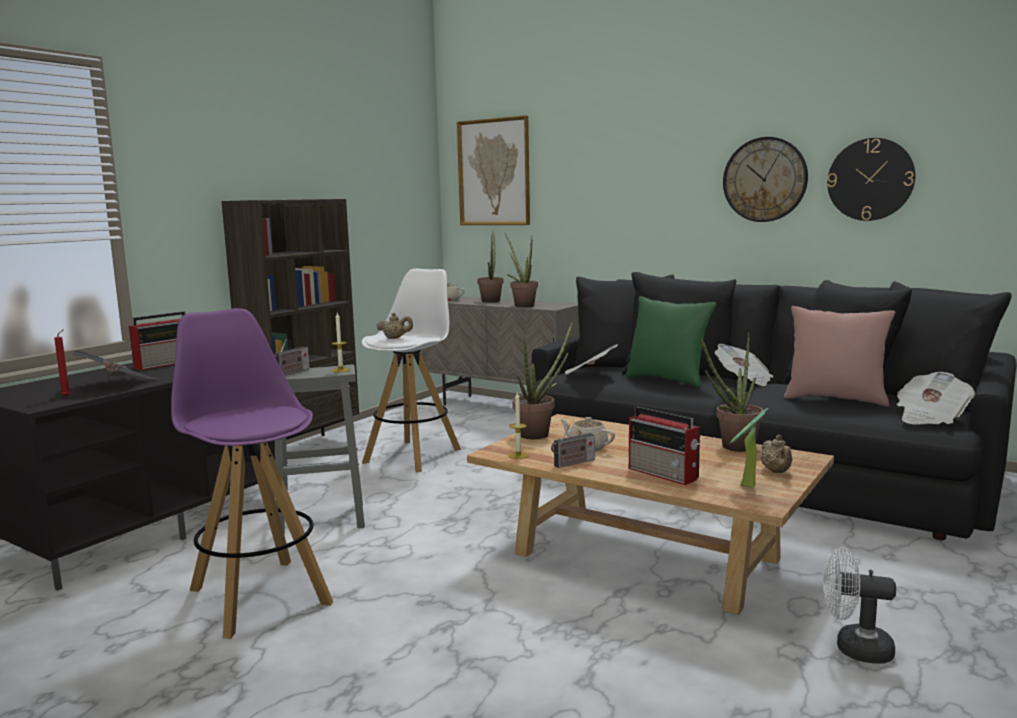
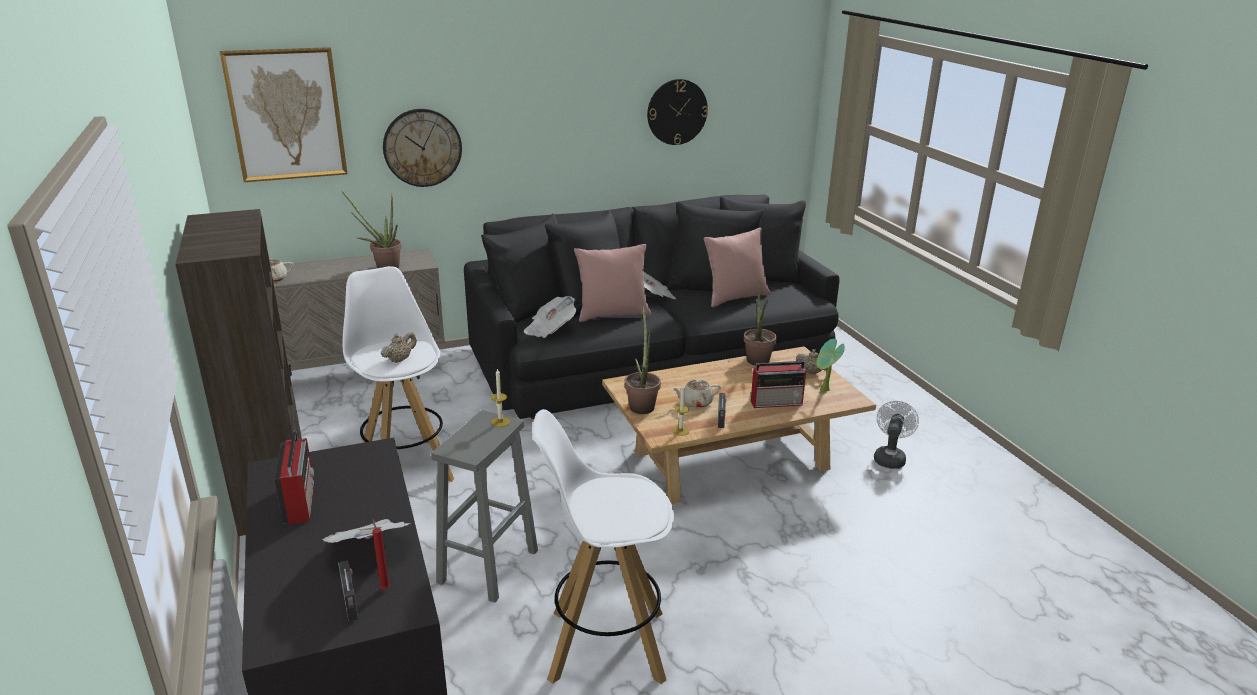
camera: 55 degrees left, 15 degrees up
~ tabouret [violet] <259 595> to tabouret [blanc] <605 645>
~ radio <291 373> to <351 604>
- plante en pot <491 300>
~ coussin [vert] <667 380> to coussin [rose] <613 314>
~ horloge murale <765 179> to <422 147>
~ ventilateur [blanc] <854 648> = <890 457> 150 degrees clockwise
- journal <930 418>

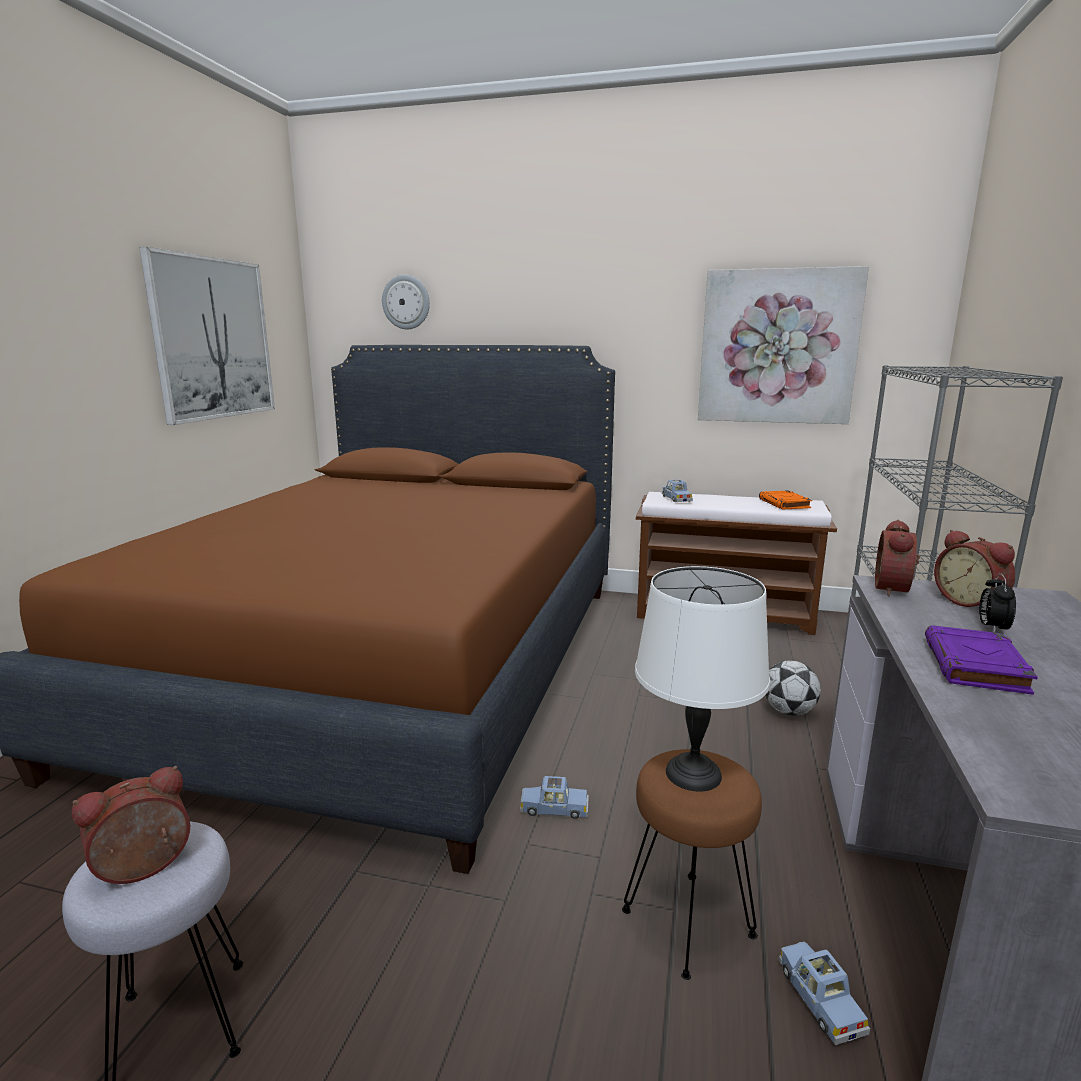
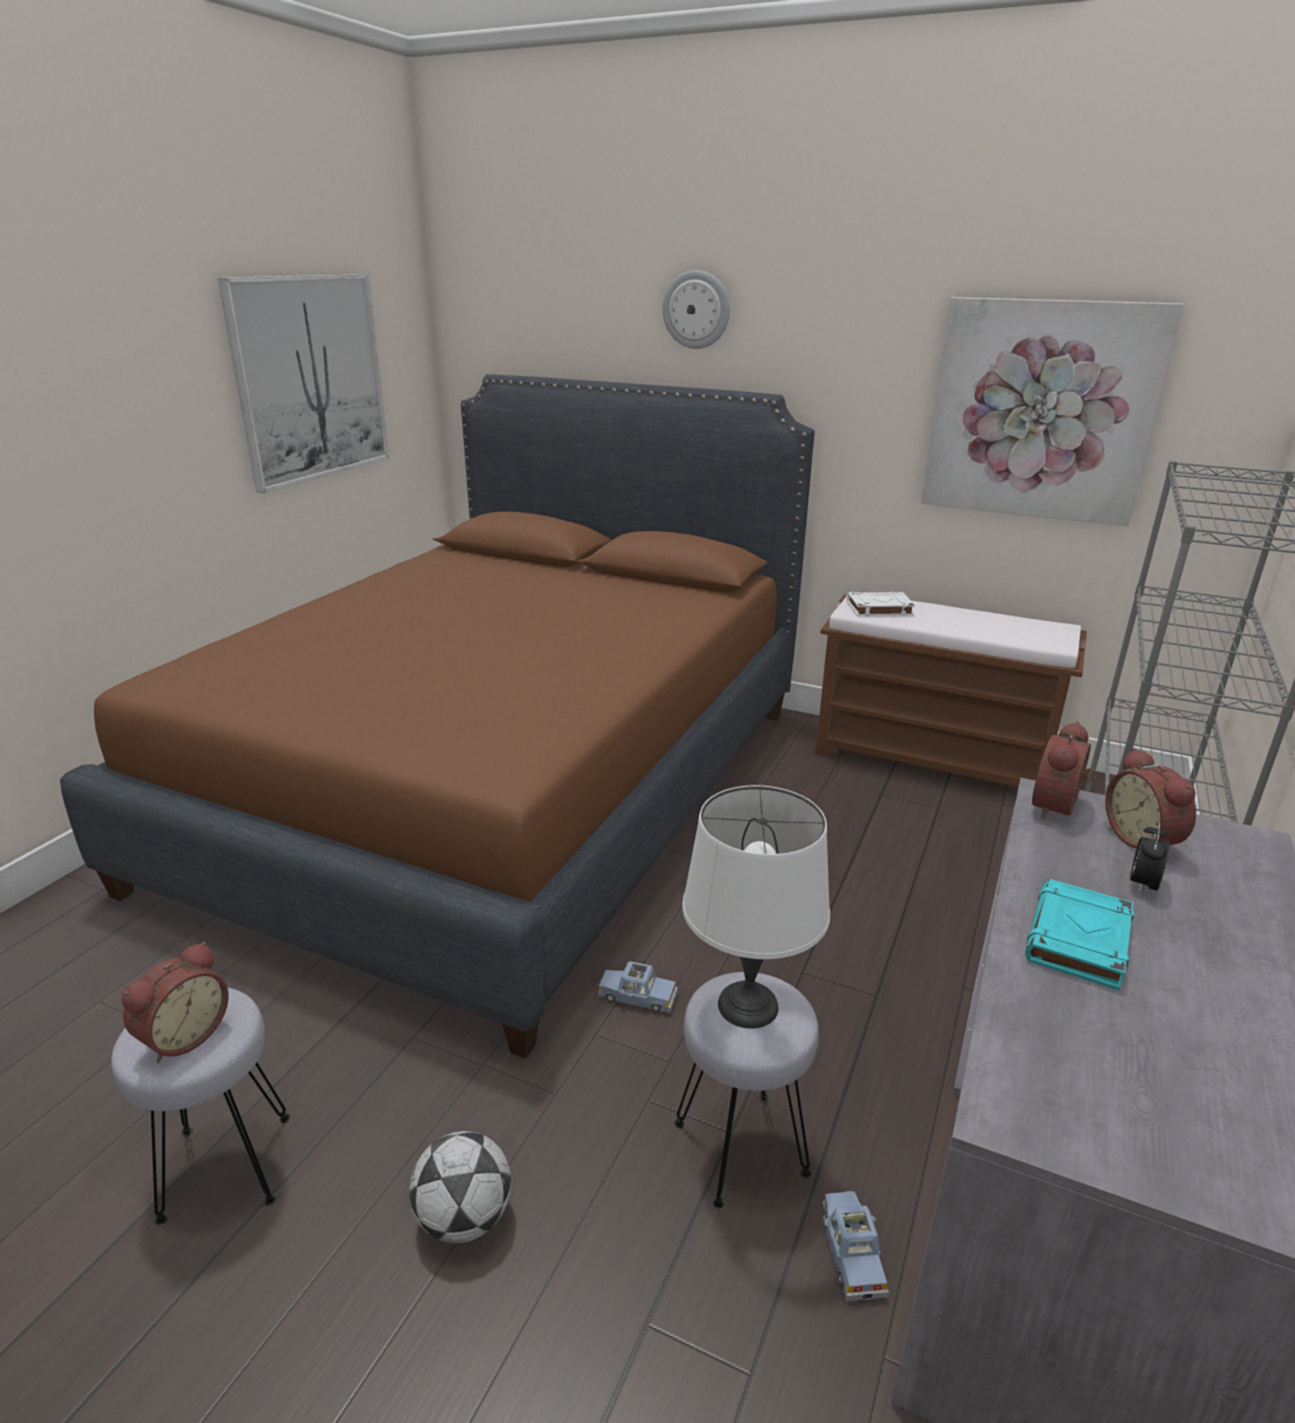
camera: 10 degrees right, 10 degrees up
~ réveil <144 869> = <183 1035> 150 degrees clockwise
~ horloge murale <406 302> to <696 310>
~ tabouret [marron] <687 921> to tabouret [gris] <740 1146>
~ petite voiture [bleu] <675 499> to livre [blanc] <878 609>
- livre [orange] <785 504>
~ ballon de foot <788 711> to <465 1218>
~ livre [violet] <975 666> to livre [turquoise] <1078 941>

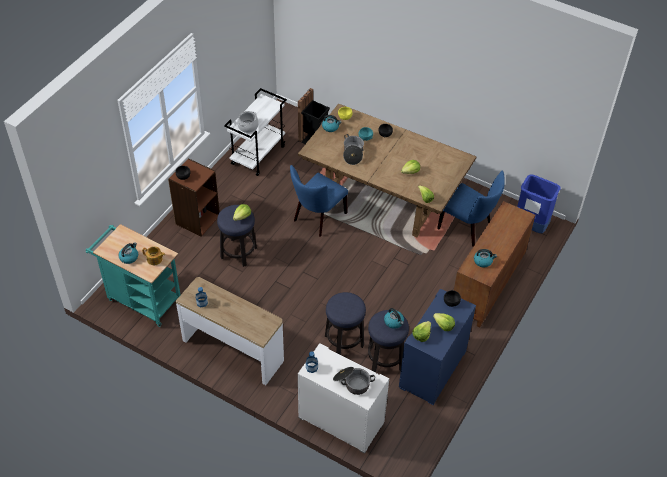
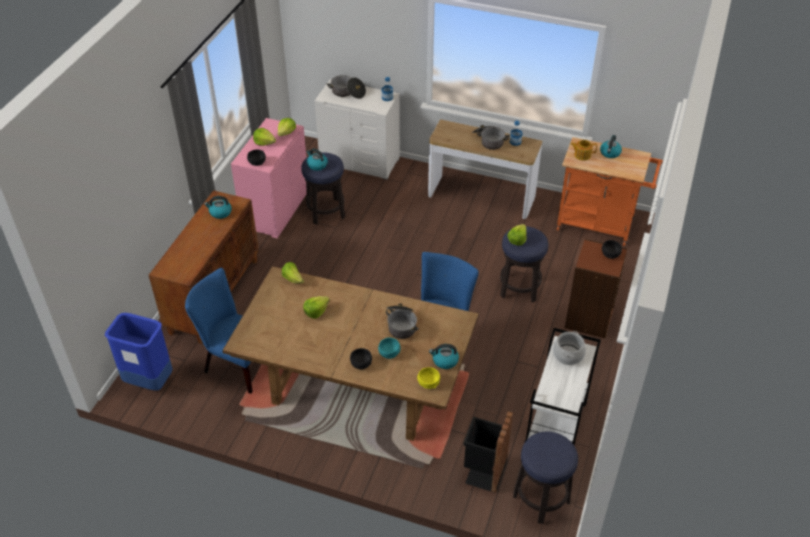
camera: 170 degrees right, 5 degrees down
~ chariot [turquoise] <141 299> to chariot [orange] <600 226>
~ tabouret <344 341> to <541 499>
~ commode [bleu] <433 370> to commode [rose] <275 209>
+ marmite <488 141>

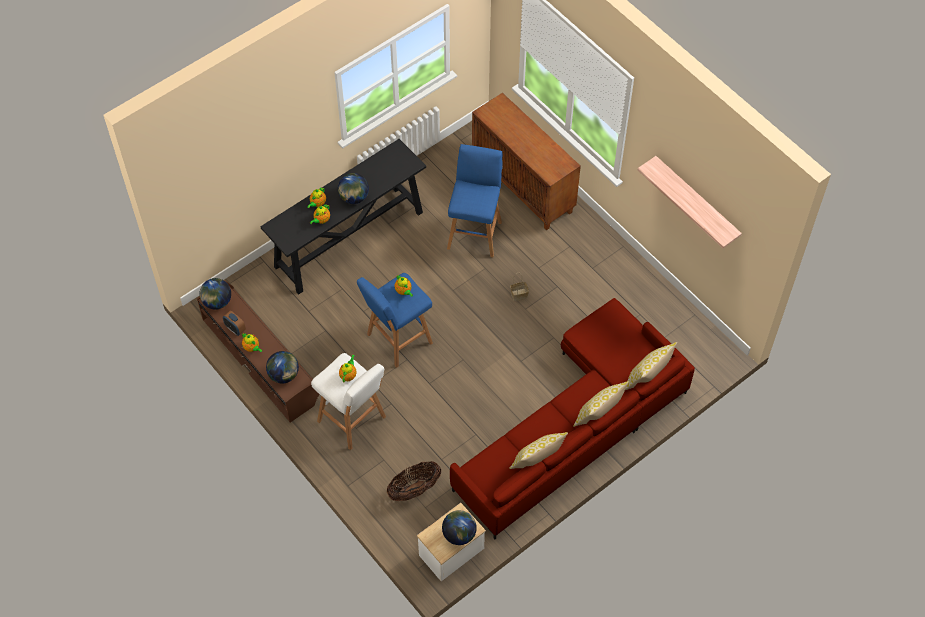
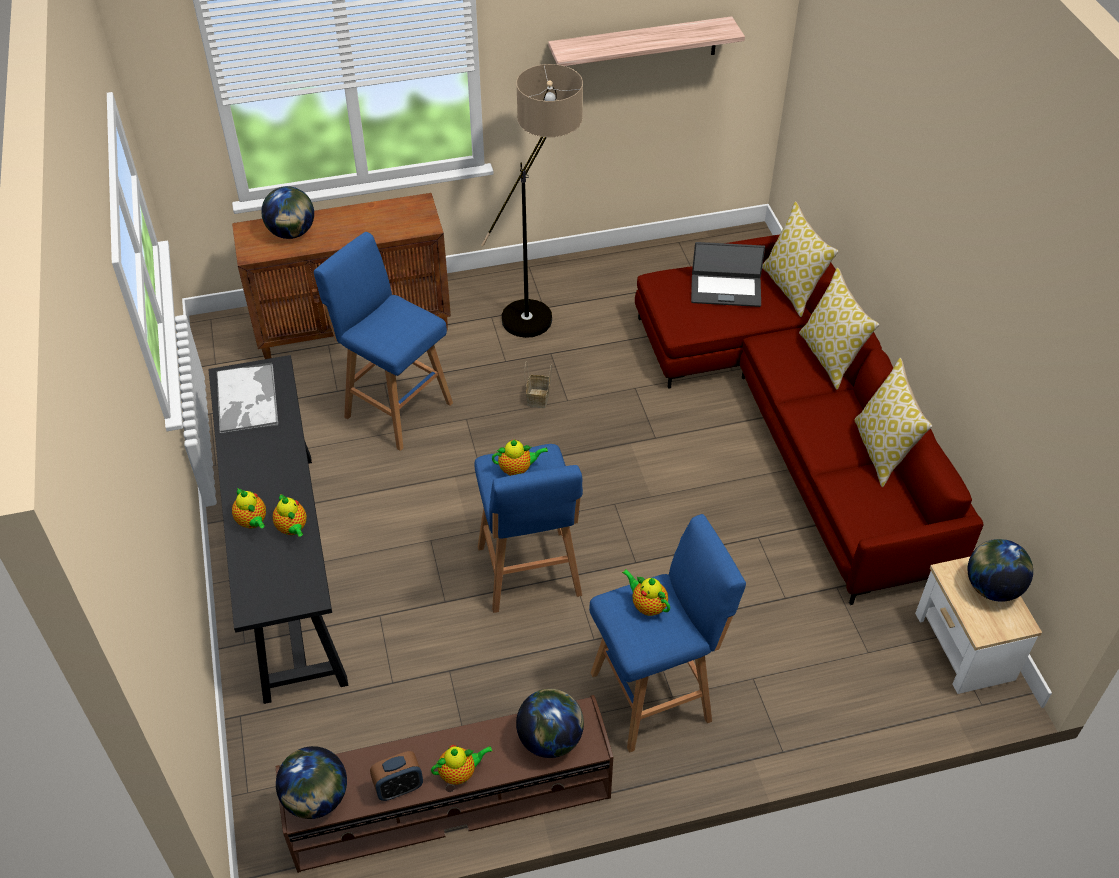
camera: 65 degrees left, 10 degrees down
~ tabouret [blanc] <353 421> to tabouret [bleu] <655 695>
~ globe <354 197> to <292 233>
- panier <414 489>
+ plateau <247 400>
+ lampadaire <540 309>
+ ordinateur portable <725 290>

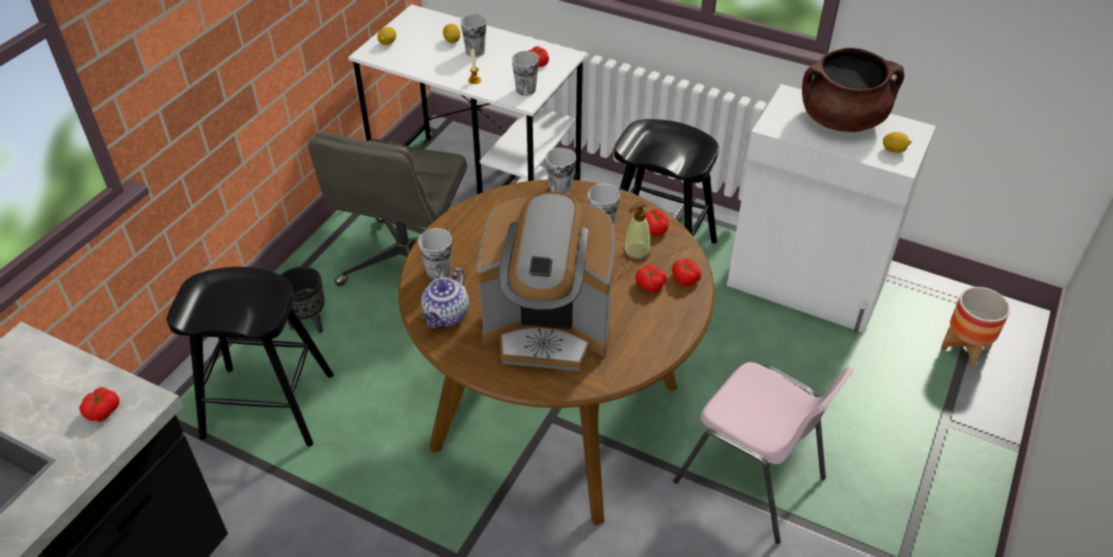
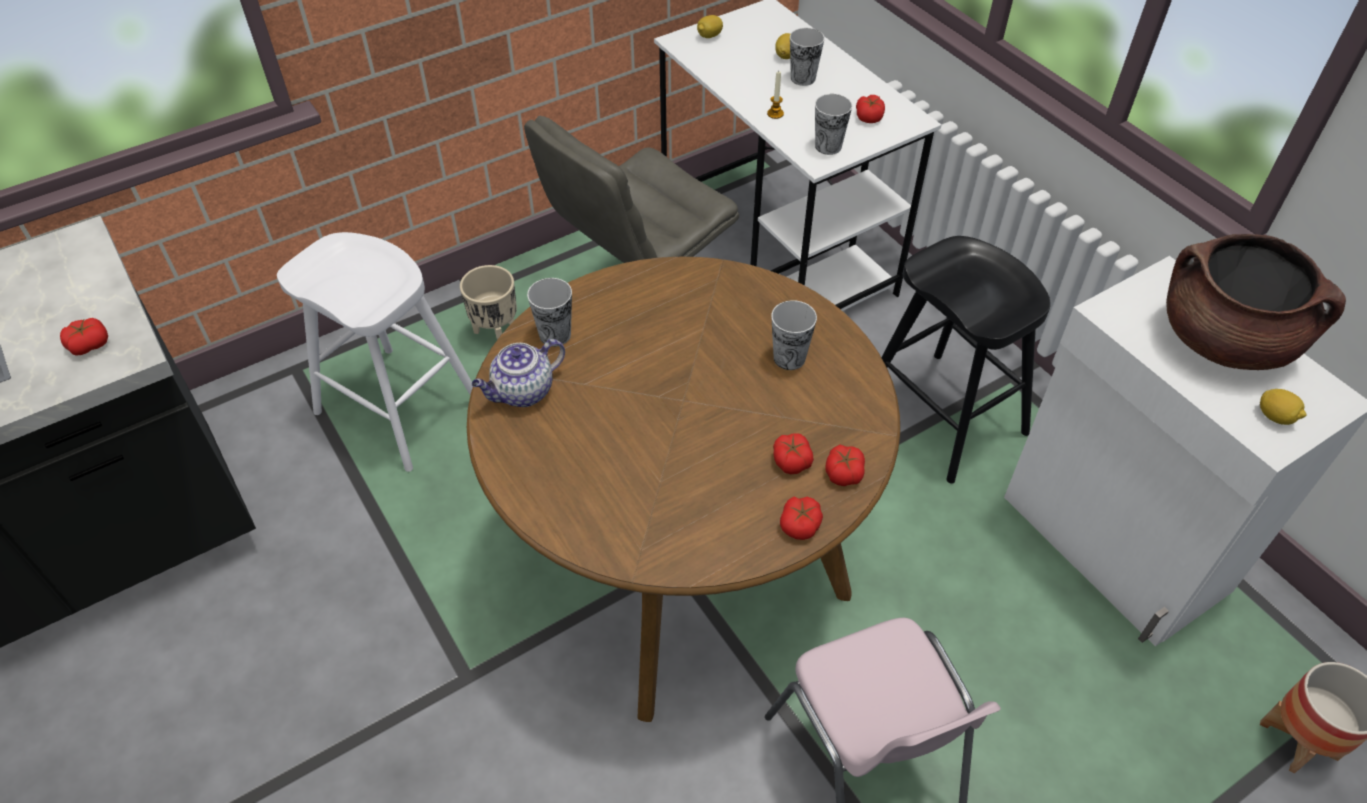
camera: 30 degrees right, 5 degrees up
~ tabouret [noir] <268 405> to tabouret [blanc] <398 407>
~ cache-pot [noir] <308 323> to cache-pot [beige] <495 334>
- machine à café <548 329>
- tasse <560 189>
- distributeur de savon <636 252>
~ tomate <655 228> to <800 525>

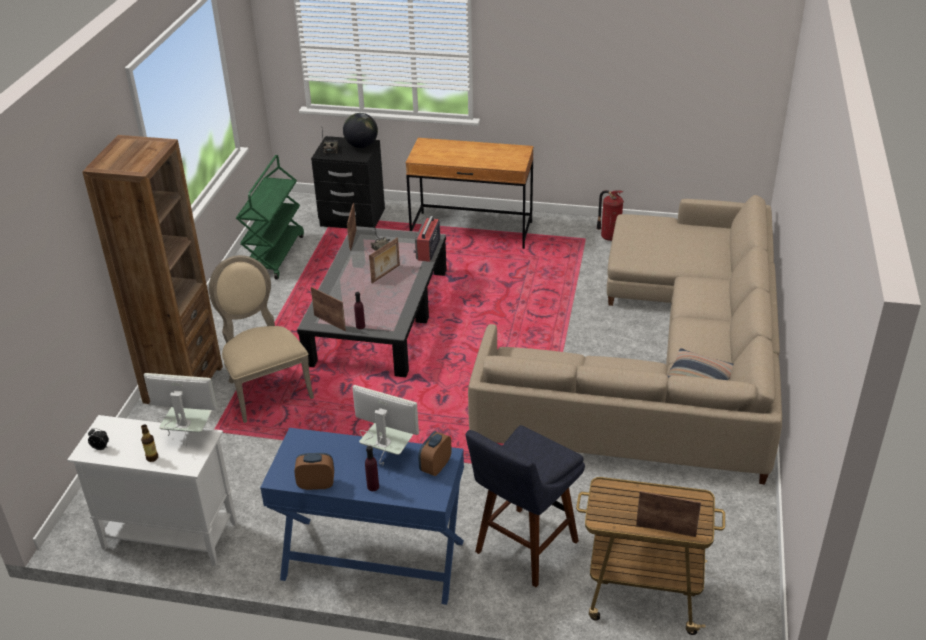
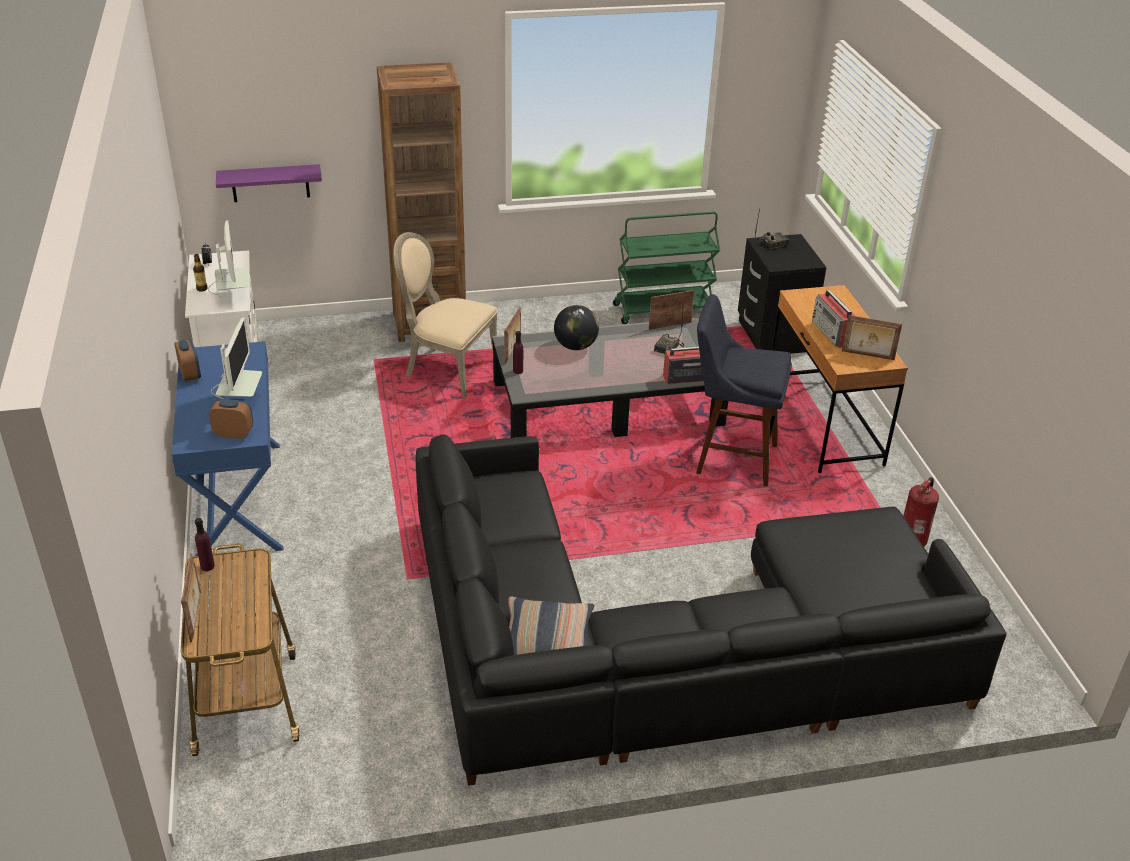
camera: 65 degrees right, 0 degrees up
~ chaise [beige] <265 389> = <447 369> 105 degrees counterclockwise
~ globe <361 146> to <575 346>
~ bouteille [violet] <373 487> to <207 566>
~ cadre photo <386 274> to <867 355>
~ tabouret [bleu] <522 550> to <730 458>
~ canapé [beige] <665 362> to canapé [noir] <665 647>
+ étagère [violet] <270 183>
+ radio <832 333>

